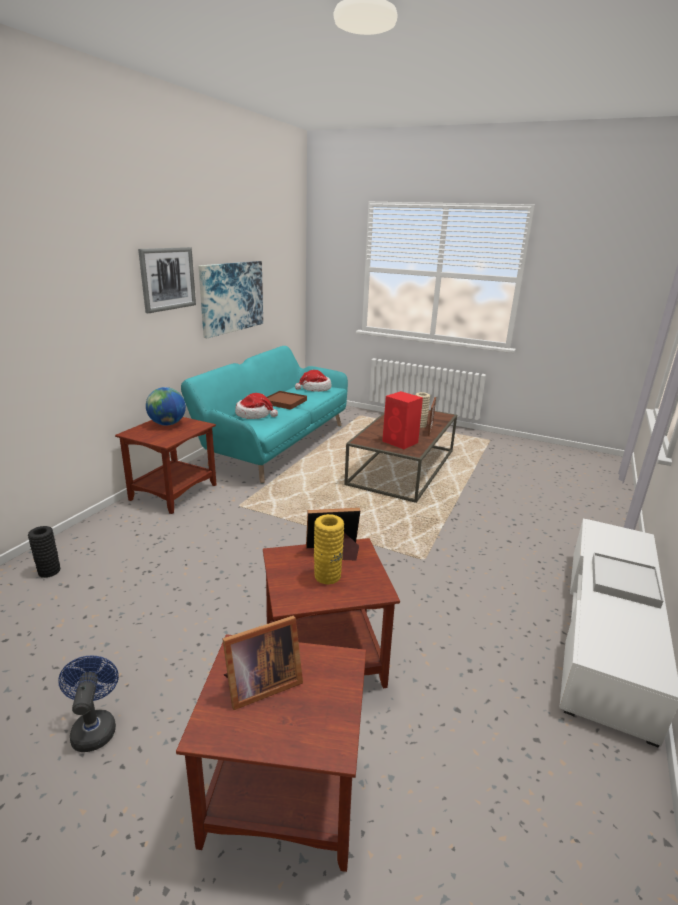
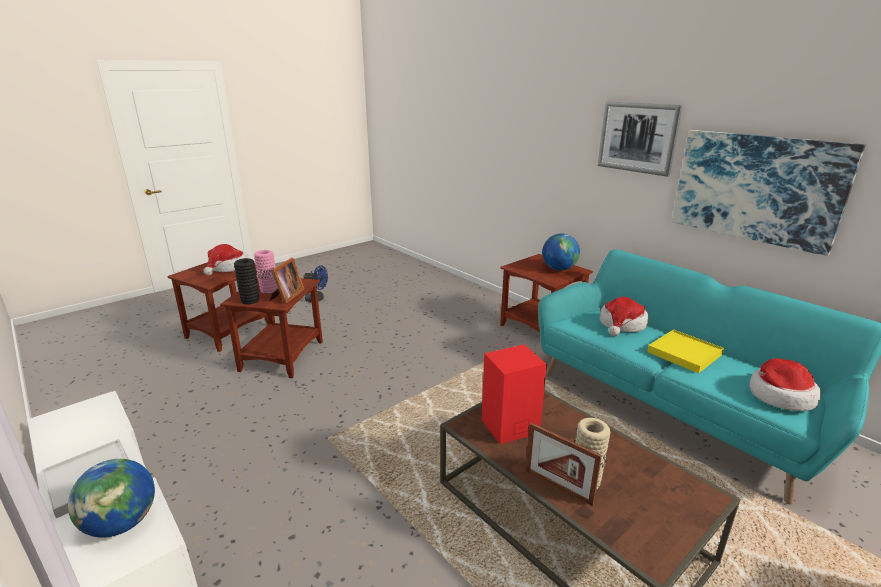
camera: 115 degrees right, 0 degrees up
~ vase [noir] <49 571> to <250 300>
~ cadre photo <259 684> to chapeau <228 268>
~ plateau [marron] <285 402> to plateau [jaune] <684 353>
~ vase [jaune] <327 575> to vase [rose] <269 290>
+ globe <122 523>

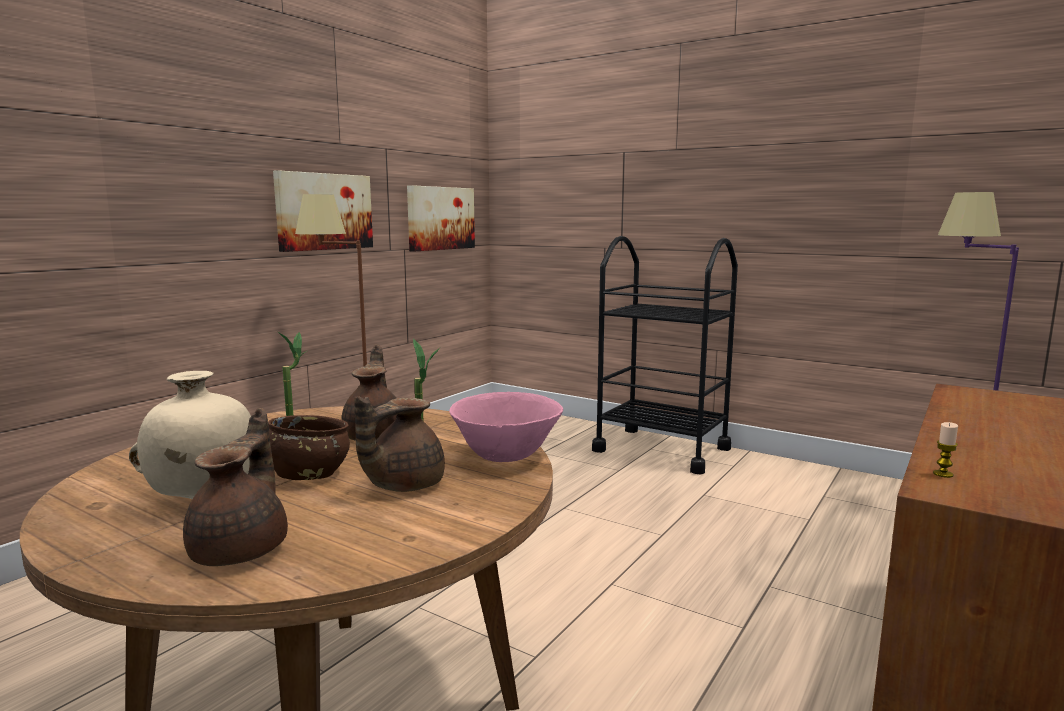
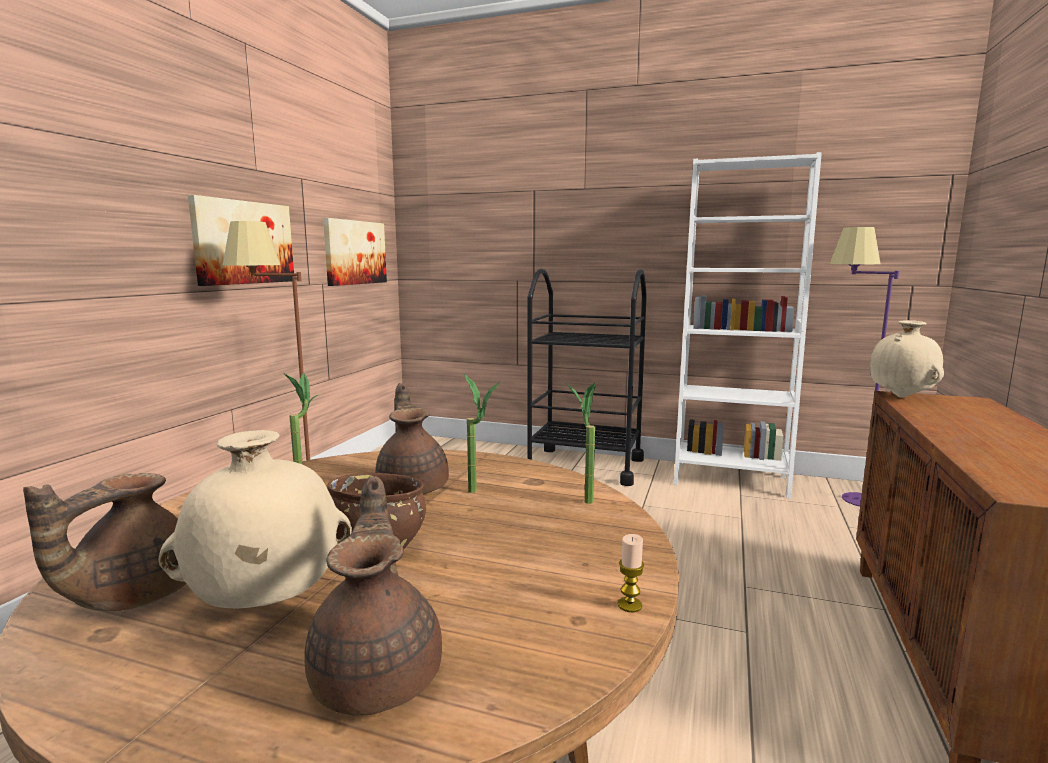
camera: 15 degrees left, 0 degrees up
~ théière [marron] <402 485> to <130 595>
~ bol [rose] <506 457> to plante en pot <582 499>
~ bougie <943 474> to <629 605>
+ bibliothèque [blanc] <730 480>
+ vase [beige] <901 397>

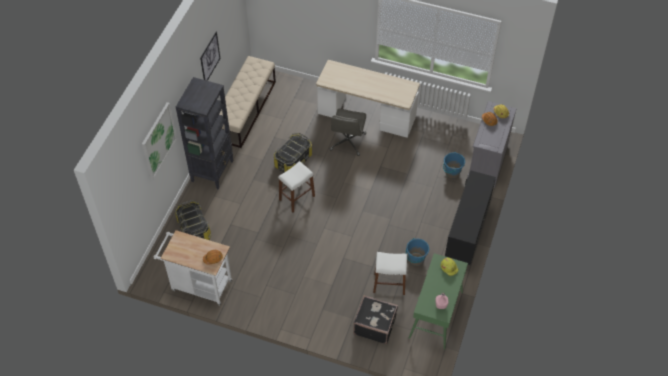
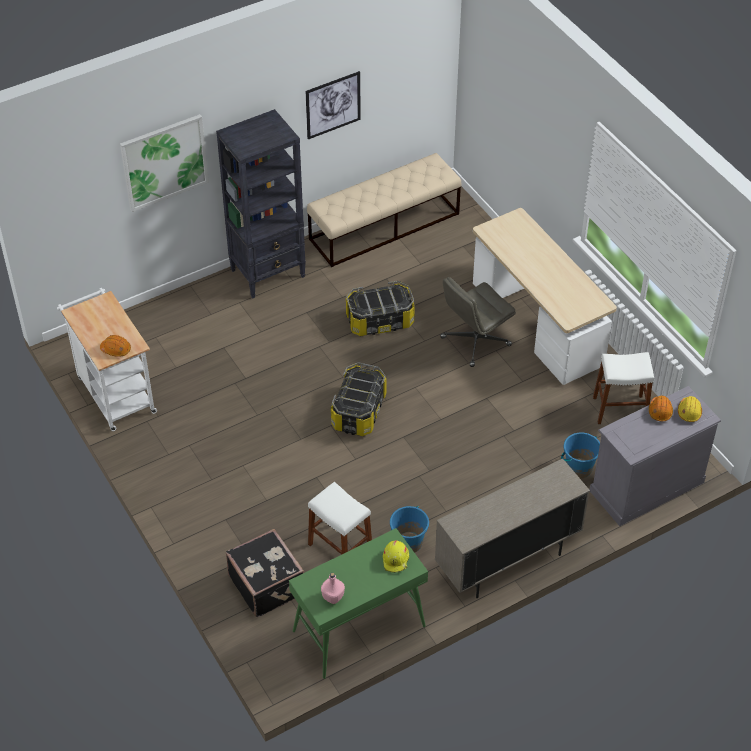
camera: 40 degrees right, 5 degrees down
~ boîte de rangement <194 229> to <359 411>
~ tabouret [blanc] <297 198> to <620 409>
~ meuble de rangement [noir] <466 237> to meuble de rangement [beige] <507 562>

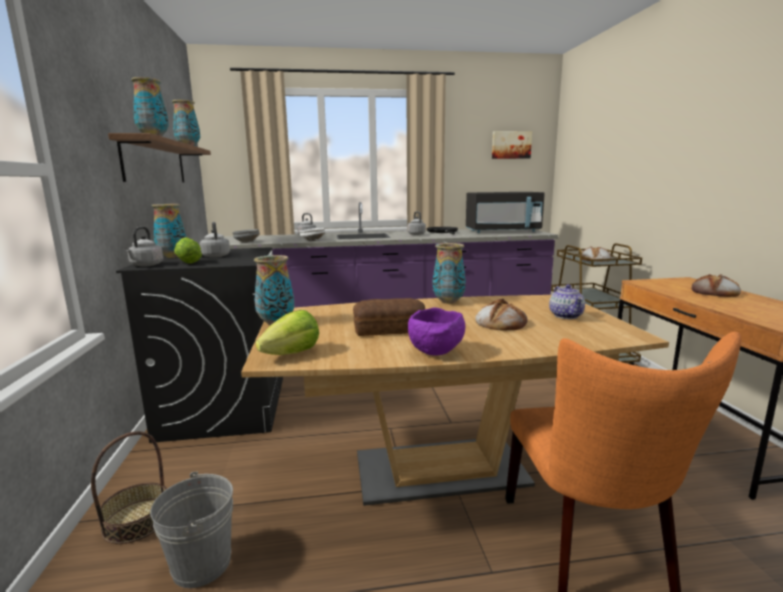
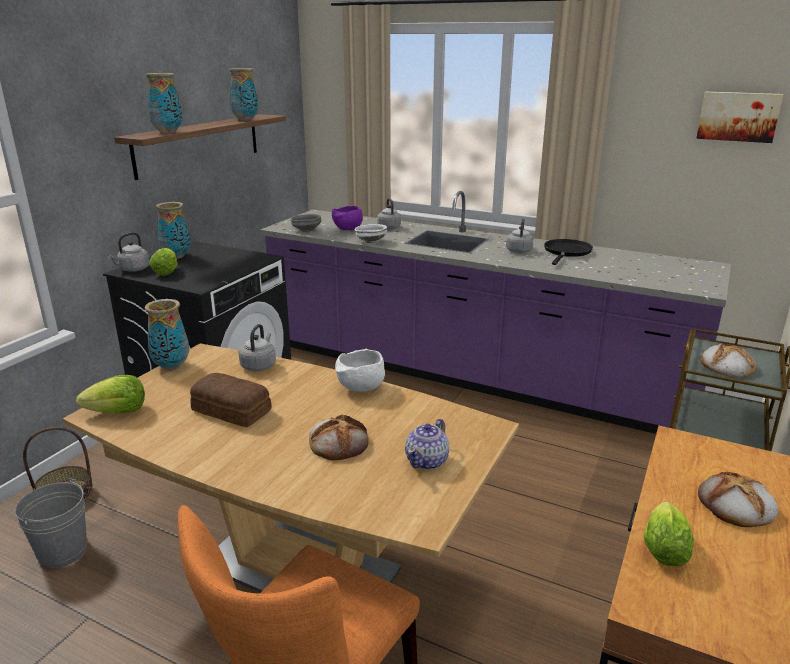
camera: 35 degrees right, 10 degrees up
~ bouilloire [gris] <216 256> to <259 365>
~ bol [violet] <436 353> to <347 230>
~ vase <448 302> to bol [blanc] <360 388>
- micro-ondes [noir] <502 231>
+ laitue <663 547>

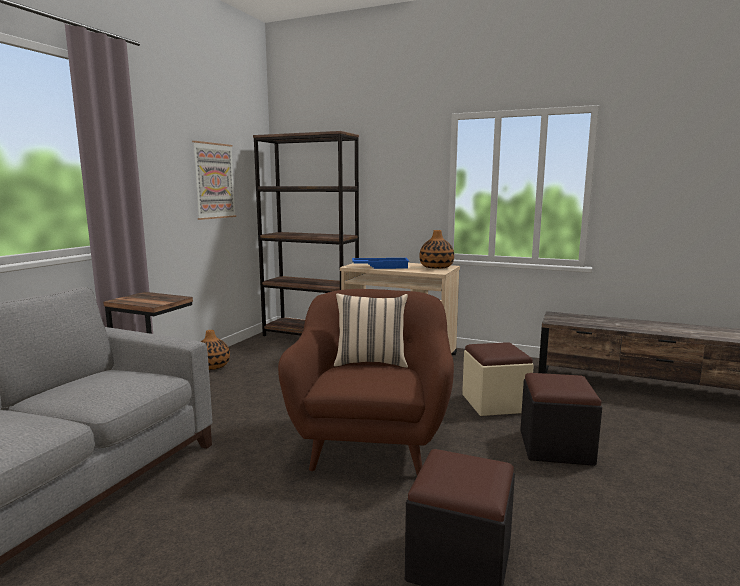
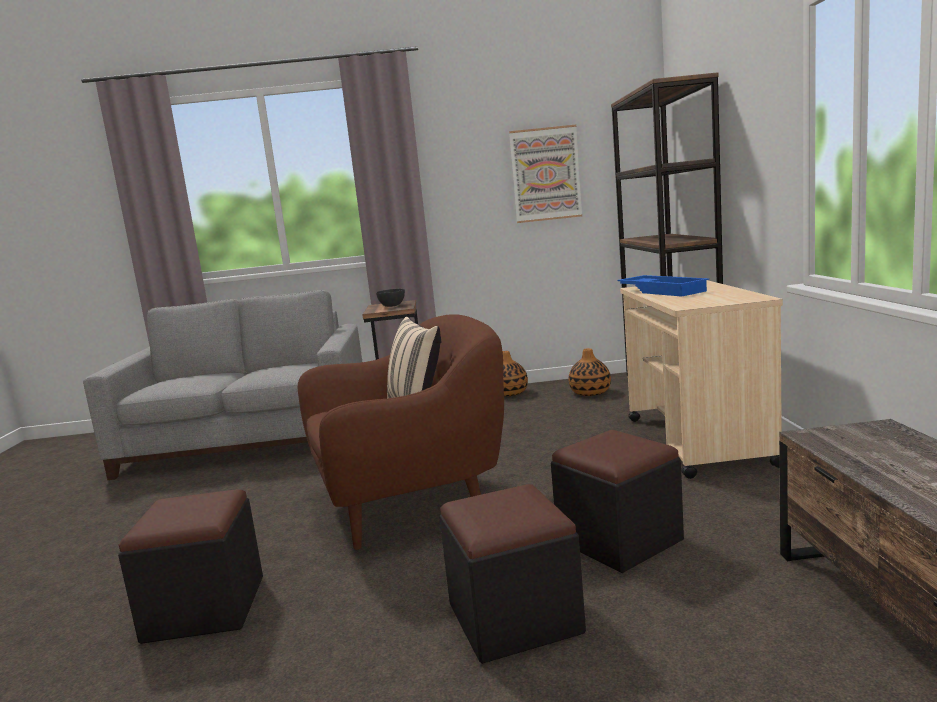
camera: 65 degrees right, 0 degrees up
~ vase <436 267> to <590 392>
~ pouf [beige] <494 403> to pouf [noir] <619 540>
+ bol [gris] <392 306>

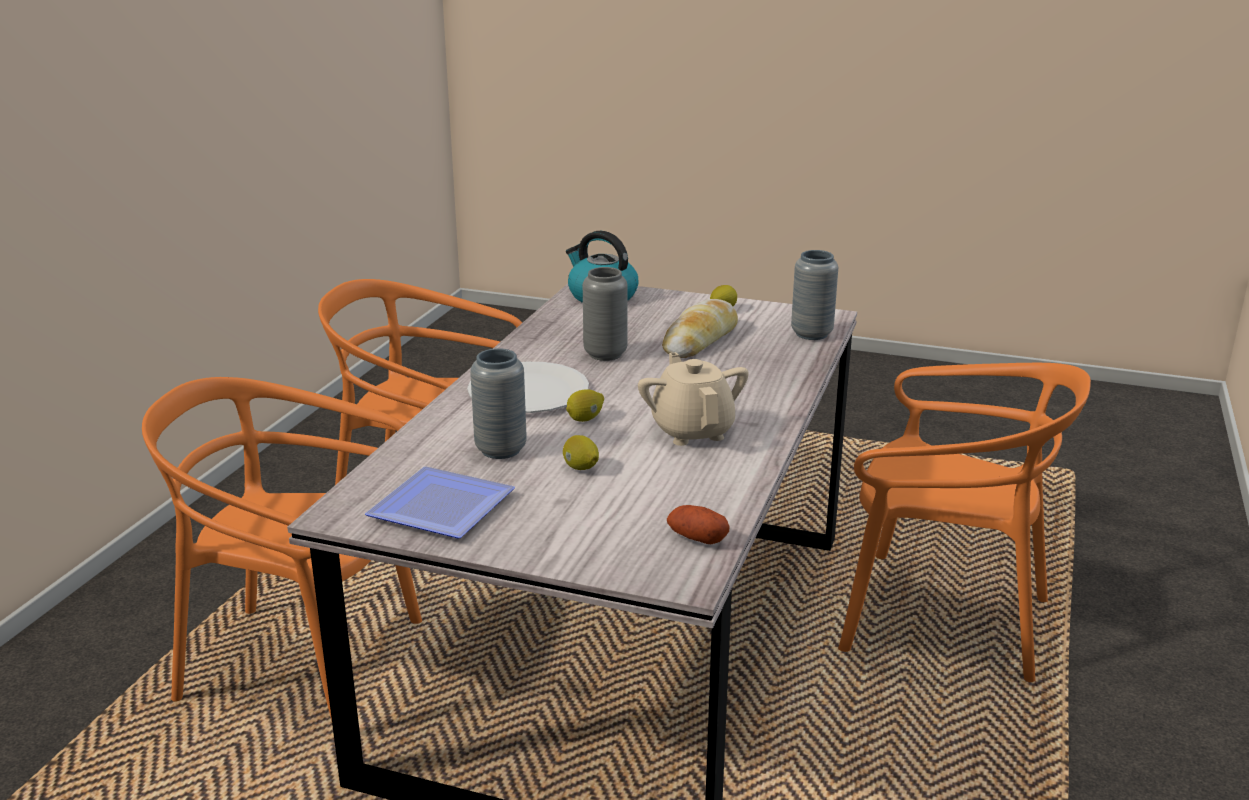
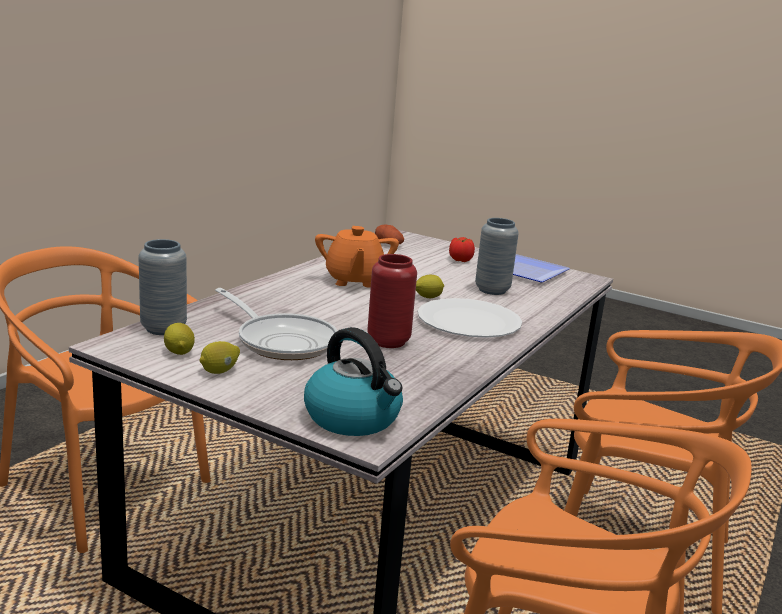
camera: 170 degrees left, 5 degrees down
~ citron <581 468> to <179 352>
~ vase [gris] <605 354> to vase [rouge] <388 341>
~ théière [beige] <692 431> to théière [orange] <354 280>
~ pain <700 339> to poêle <282 341>
+ tomate <460 260>

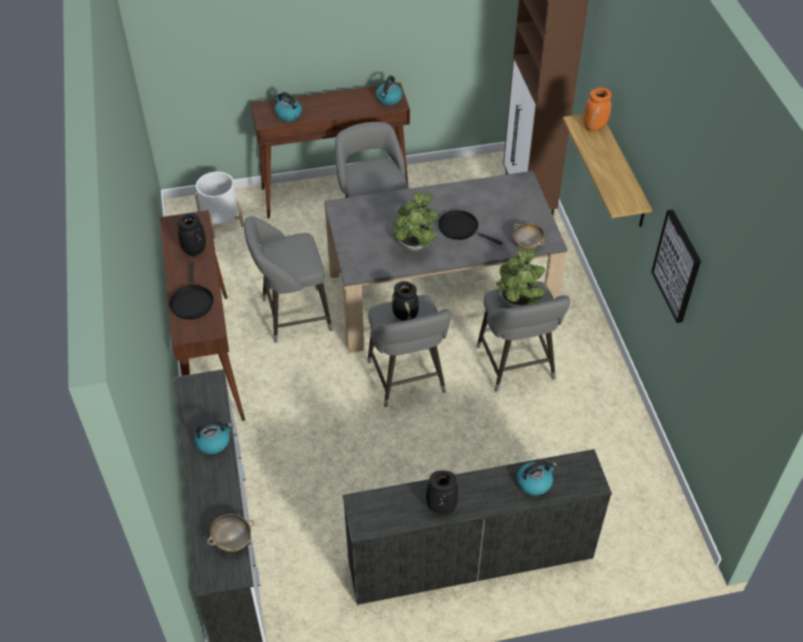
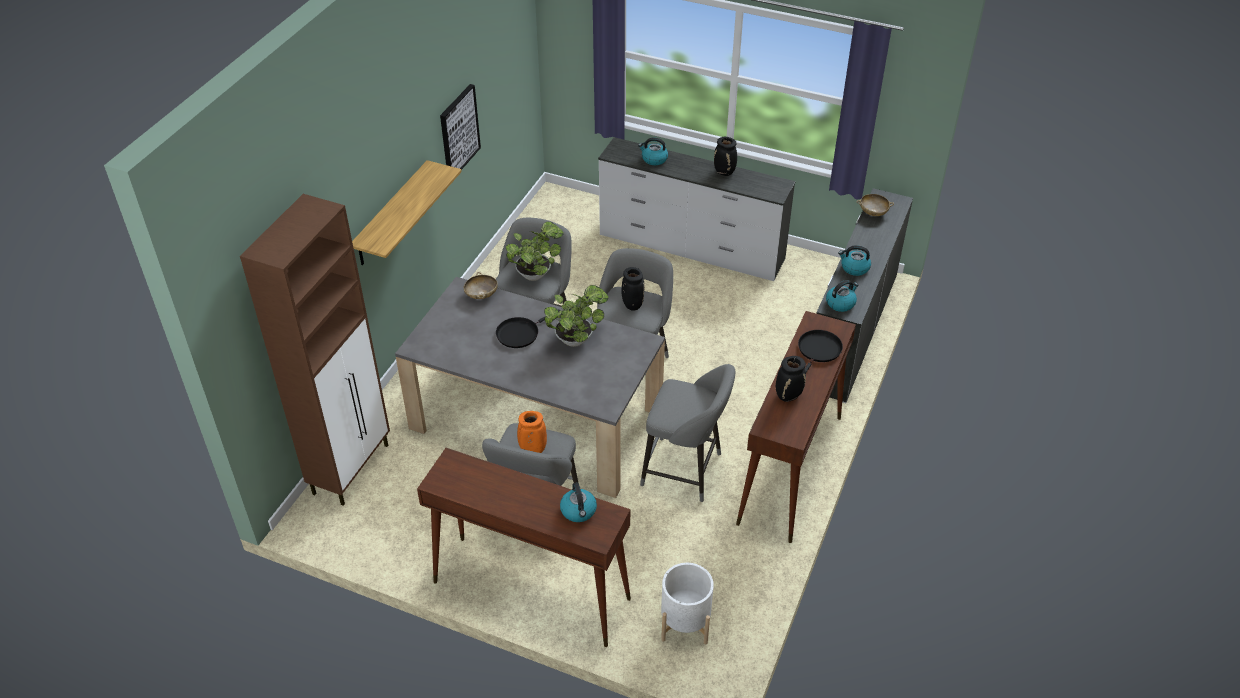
camera: 145 degrees left, 5 degrees down
~ bouilloire <389 99> to <840 303>
~ poêle [noir] <461 228> = <520 333> 75 degrees clockwise
~ vase [orange] <594 127> to <532 450>

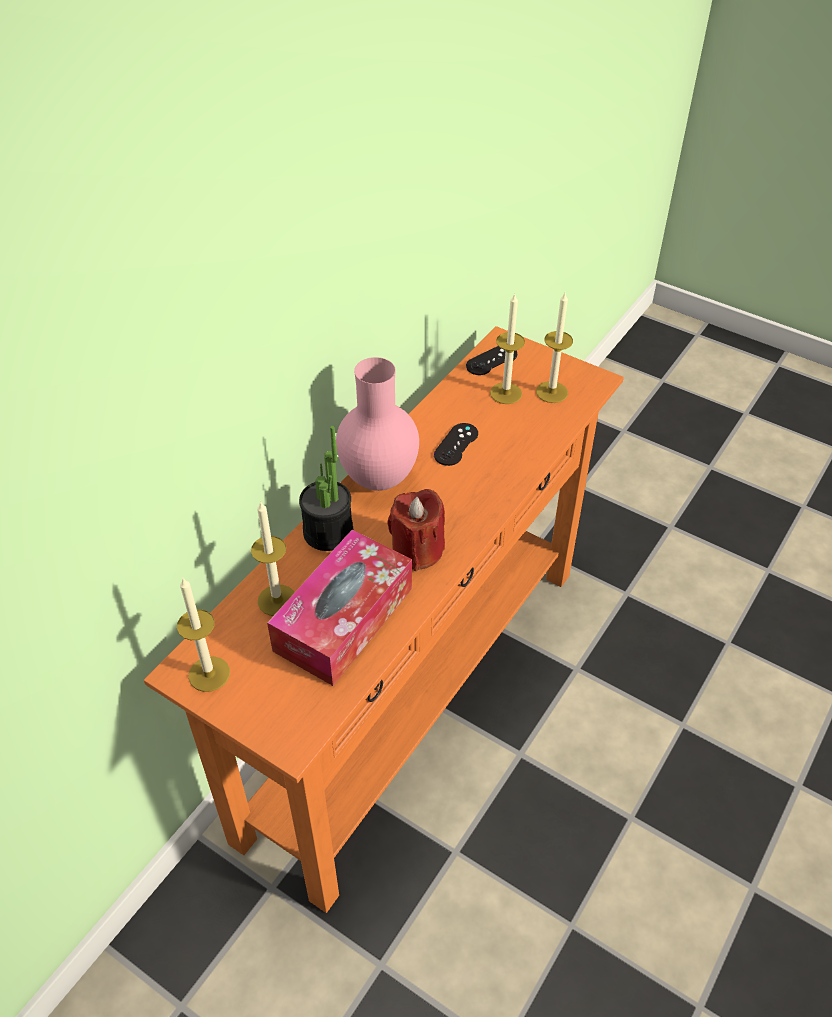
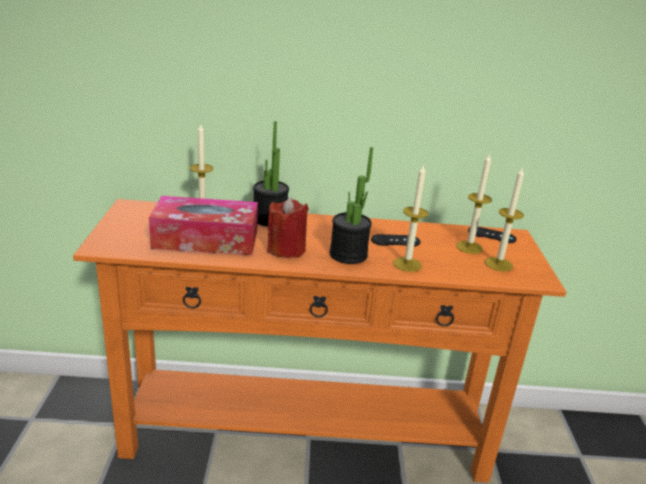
camera: 55 degrees right, 20 degrees down
~ bougie <209 674> to <407 264>
- vase [rose] <380 480>
+ plante en pot <348 255>

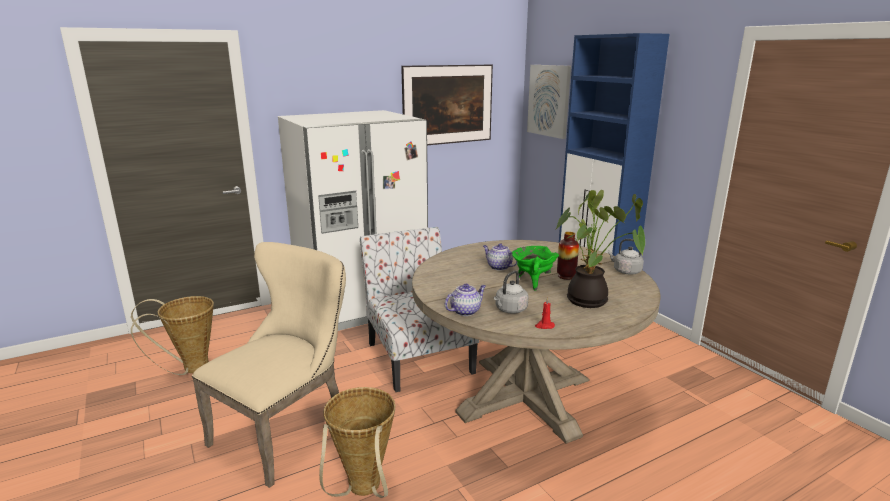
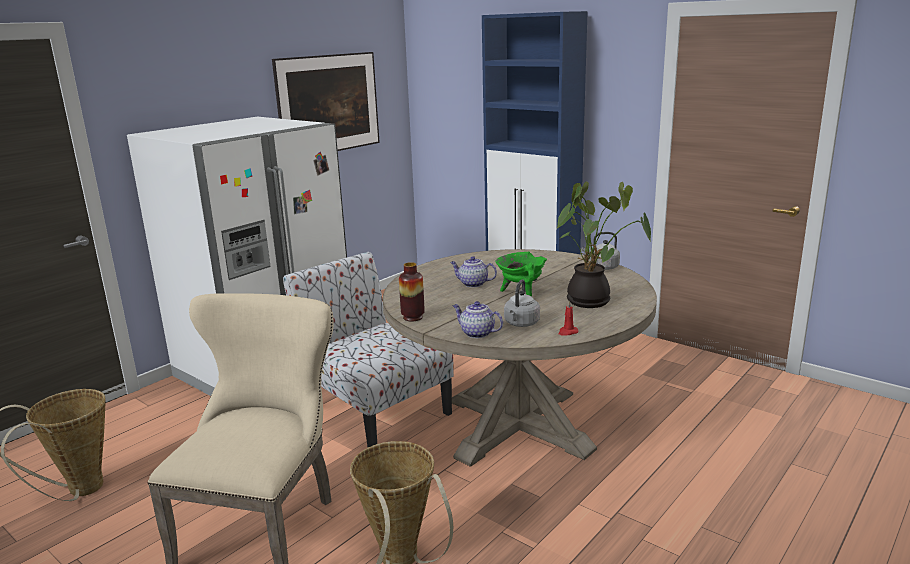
camera: 20 degrees left, 0 degrees up
~ théière <465 311> = <476 333> 90 degrees counterclockwise
- tableau <549 100>
~ vase <566 276> to <413 317>

